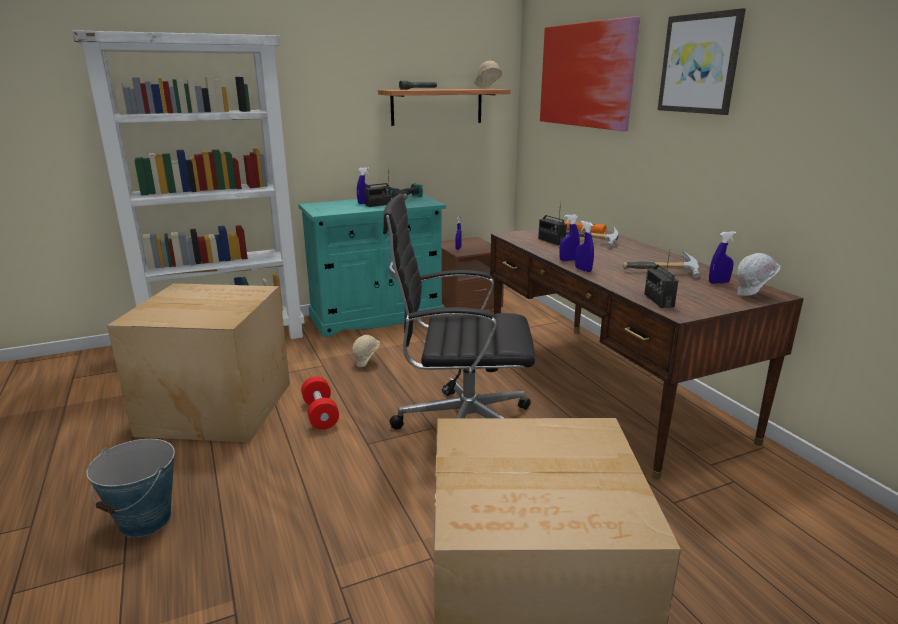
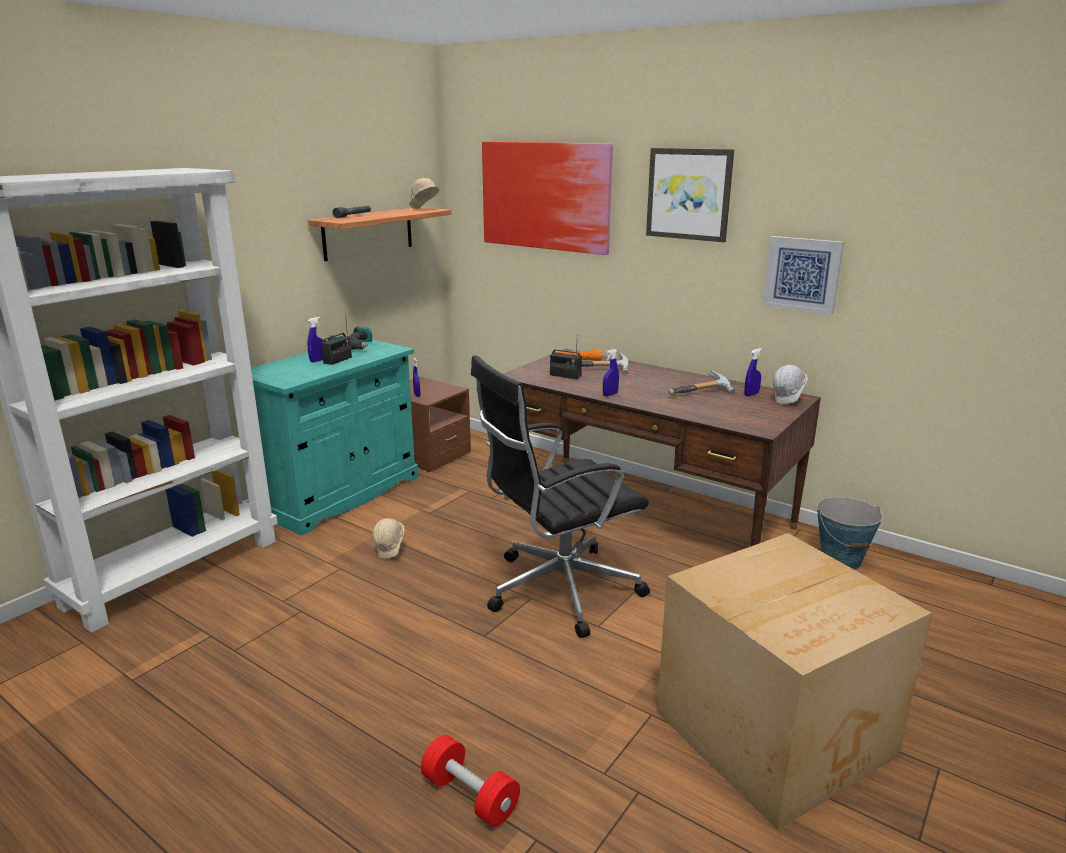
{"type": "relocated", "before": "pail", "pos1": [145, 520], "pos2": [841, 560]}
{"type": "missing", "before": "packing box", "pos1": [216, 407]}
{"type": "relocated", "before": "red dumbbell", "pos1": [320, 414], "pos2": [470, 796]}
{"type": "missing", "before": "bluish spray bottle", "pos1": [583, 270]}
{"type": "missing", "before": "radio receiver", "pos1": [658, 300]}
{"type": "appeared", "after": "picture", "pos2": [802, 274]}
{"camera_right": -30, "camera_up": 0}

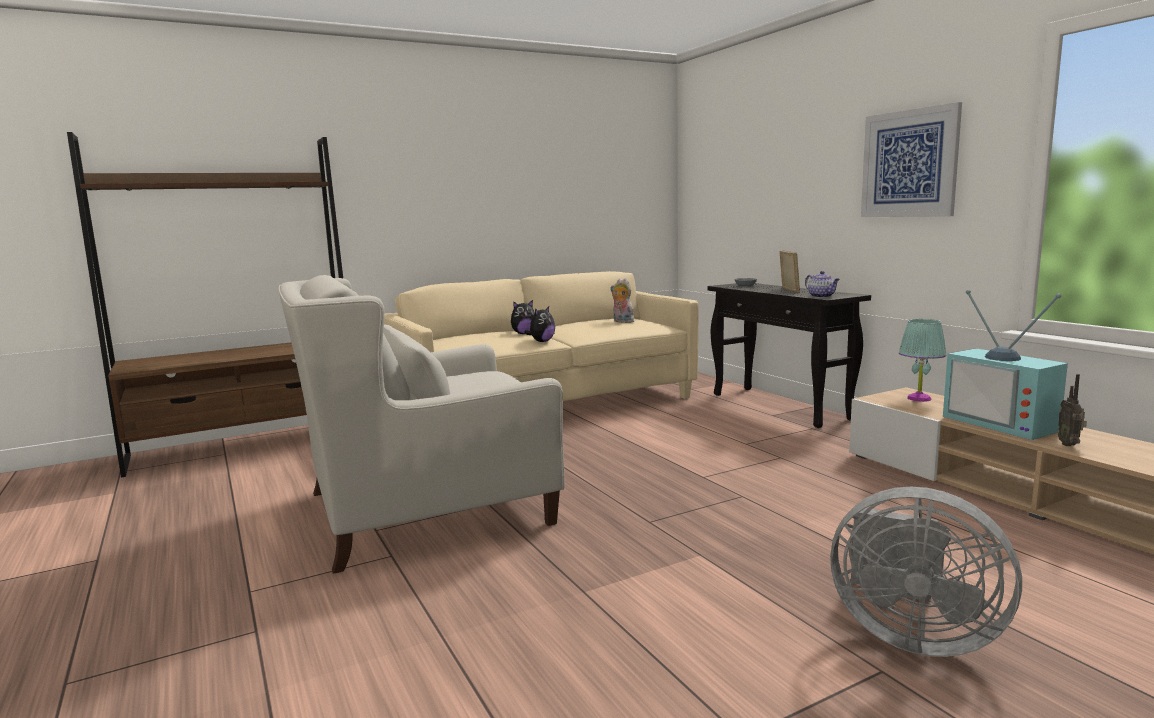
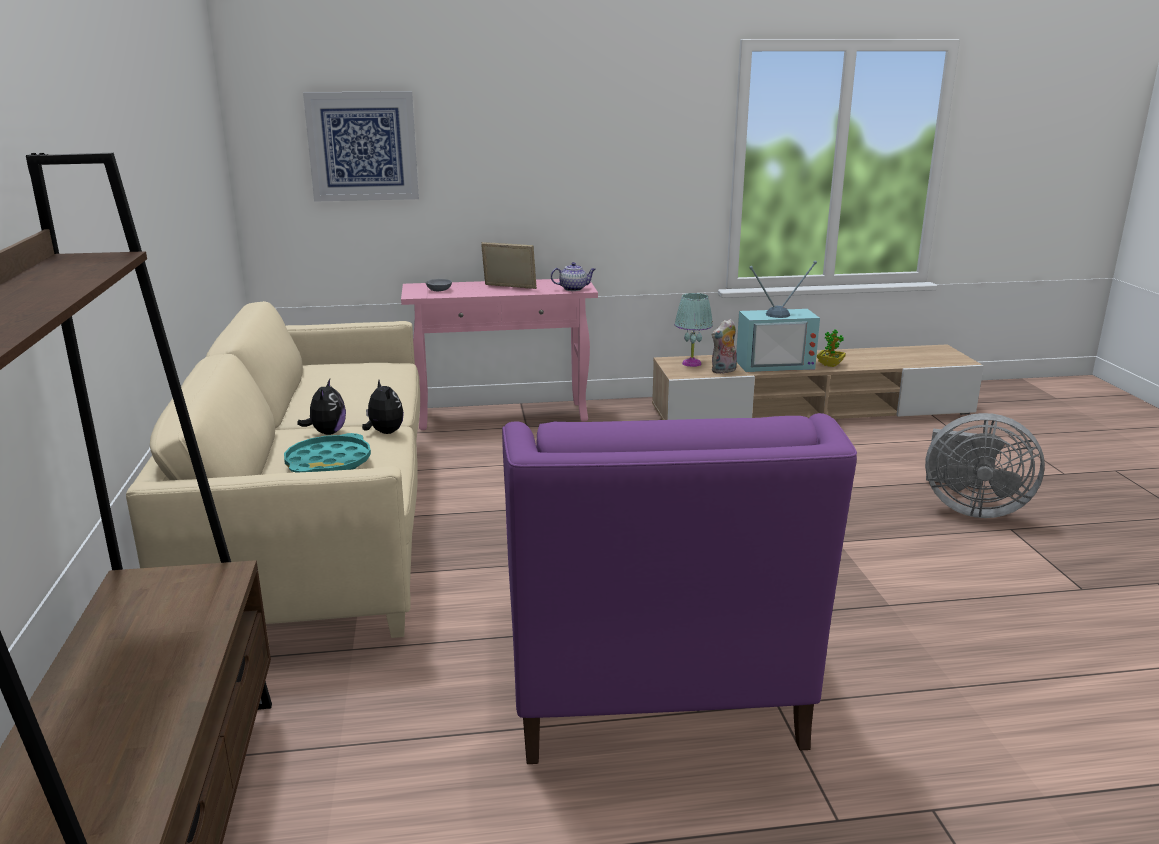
{"type": "colour", "before": "whitish armchair", "after": "purple armchair", "pos1": [428, 507], "pos2": [648, 665]}
{"type": "relocated", "before": "plush toy", "pos1": [622, 322], "pos2": [724, 371]}
{"type": "colour", "before": "black narrow table", "after": "pink-coloured narrow table", "pos1": [780, 406], "pos2": [504, 416]}
{"type": "spun", "before": "gray electric fan", "pos1": [910, 634], "pos2": [970, 508], "turn": 60}
{"type": "relocated", "before": "picture", "pos1": [909, 164], "pos2": [362, 146]}
{"type": "exchanged", "before": "radio receiver", "after": "houseplant", "pos1": [1069, 444], "pos2": [830, 365]}
{"type": "appeared", "after": "blue-green carrying tray", "pos2": [328, 463]}
{"camera_right": -70, "camera_up": 10}

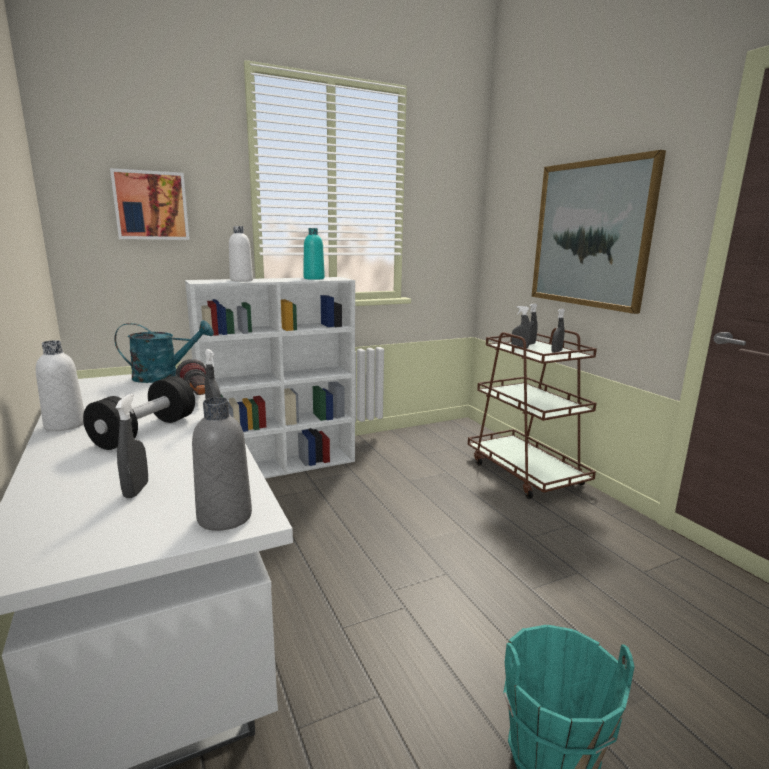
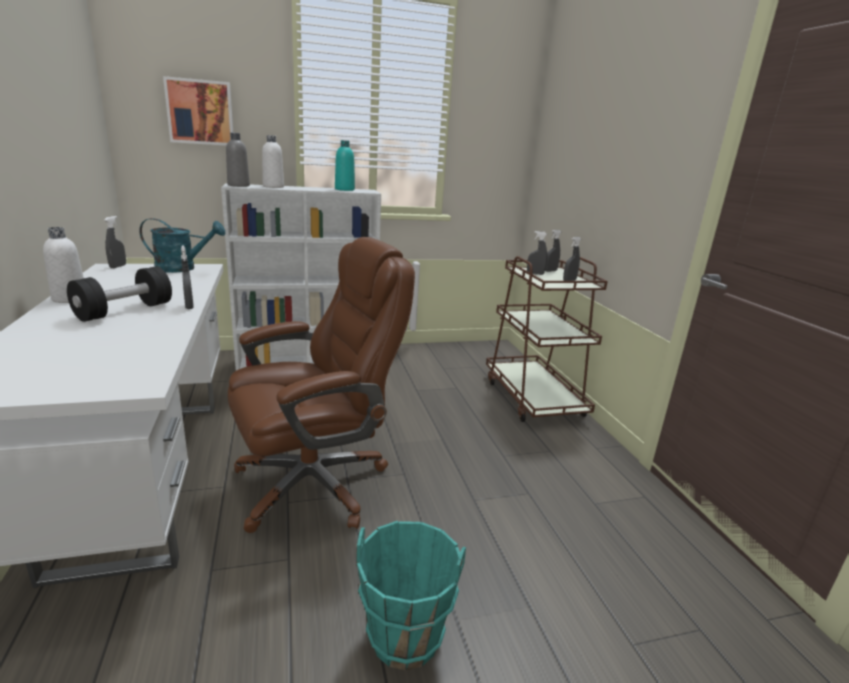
{"type": "relocated", "before": "gray spray bottle", "pos1": [136, 490], "pos2": [118, 266]}
{"type": "missing", "before": "flashlight", "pos1": [197, 397]}
{"type": "relocated", "before": "gray beverage bottle", "pos1": [224, 517], "pos2": [238, 185]}
{"type": "missing", "before": "picture", "pos1": [591, 234]}
{"type": "appeared", "after": "brownish desk chair", "pos2": [315, 483]}
{"camera_right": 10, "camera_up": 5}

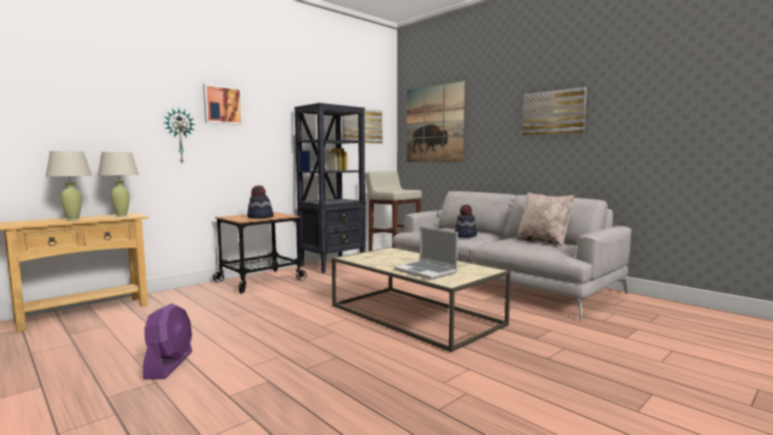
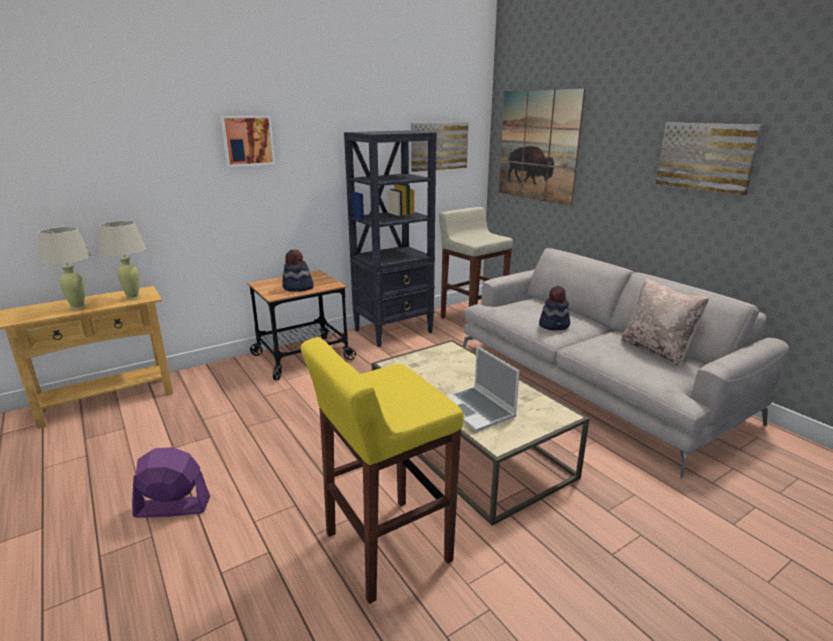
{"type": "spun", "before": "purple electric fan", "pos1": [169, 365], "pos2": [172, 507], "turn": -105}
{"type": "missing", "before": "wall clock", "pos1": [179, 136]}
{"type": "appeared", "after": "yellow-coloured stool seat", "pos2": [385, 548]}
{"camera_right": 10, "camera_up": 15}

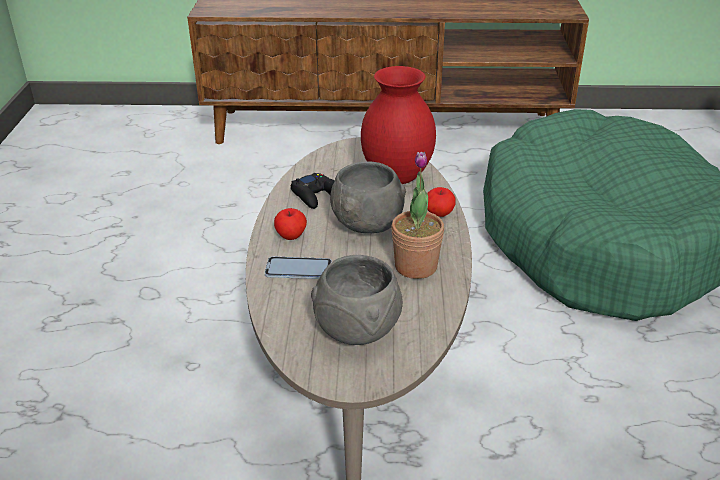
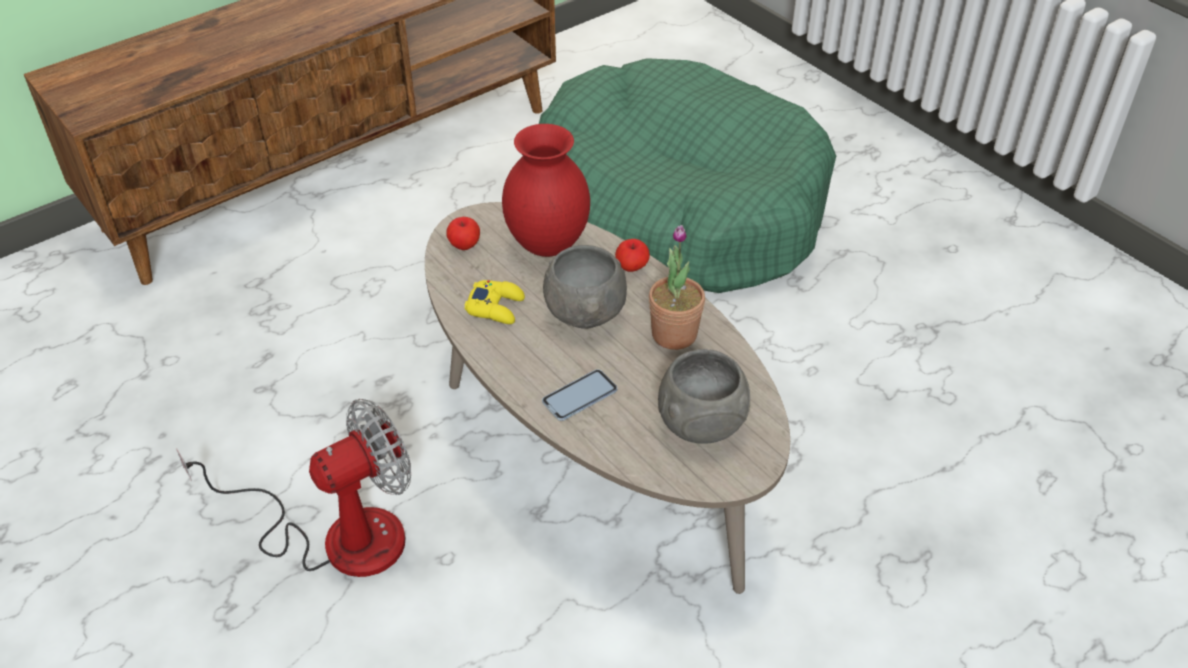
{"type": "relocated", "before": "apple", "pos1": [291, 236], "pos2": [464, 245]}
{"type": "colour", "before": "black gamepad", "after": "yellow-coloured gamepad", "pos1": [316, 195], "pos2": [496, 307]}
{"type": "appeared", "after": "electric fan", "pos2": [337, 535]}
{"camera_right": -40, "camera_up": 10}

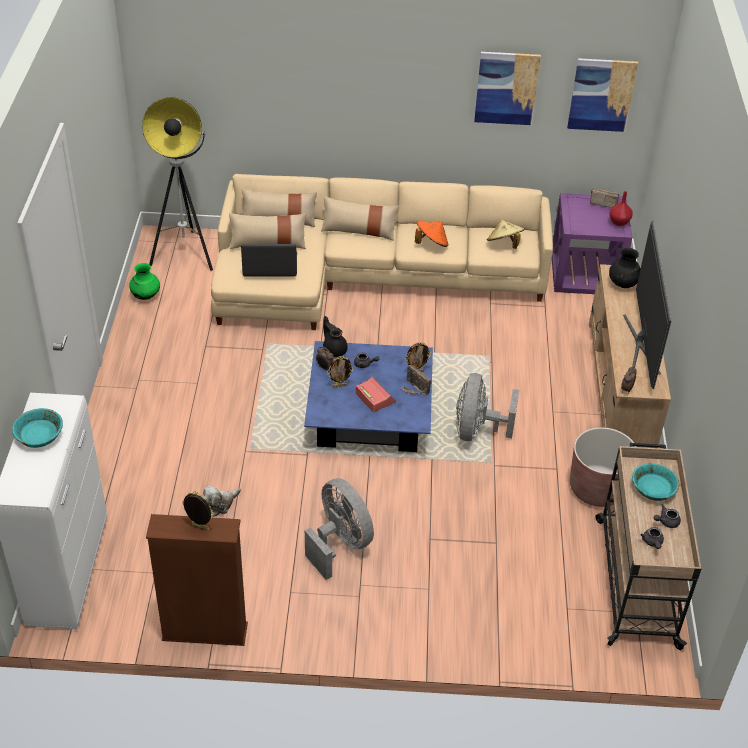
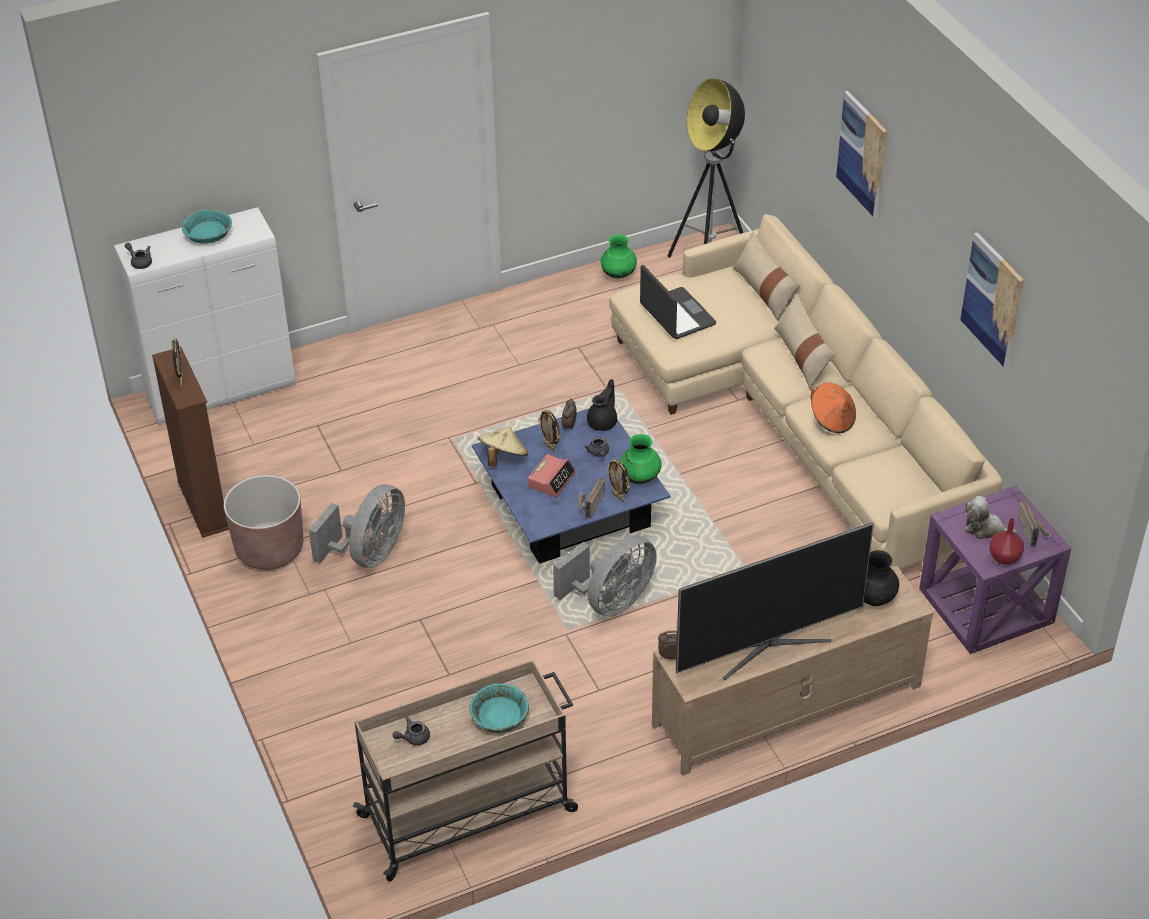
{"type": "relocated", "before": "plush toy", "pos1": [220, 504], "pos2": [985, 529]}
{"type": "missing", "before": "beige cushion", "pos1": [268, 243]}
{"type": "spun", "before": "gray electric fan", "pos1": [477, 430], "pos2": [611, 601], "turn": 150}
{"type": "relocated", "before": "beige clothing hat", "pos1": [504, 244], "pos2": [503, 457]}
{"type": "relocated", "before": "picture", "pos1": [601, 94], "pos2": [862, 154]}
{"type": "relocated", "before": "brownish planter", "pos1": [597, 488], "pos2": [269, 549]}
{"type": "relocated", "before": "gray teapot", "pos1": [666, 521], "pos2": [140, 262]}
{"type": "appeared", "after": "green-coloured vase", "pos2": [640, 478]}
{"camera_right": 65, "camera_up": 0}

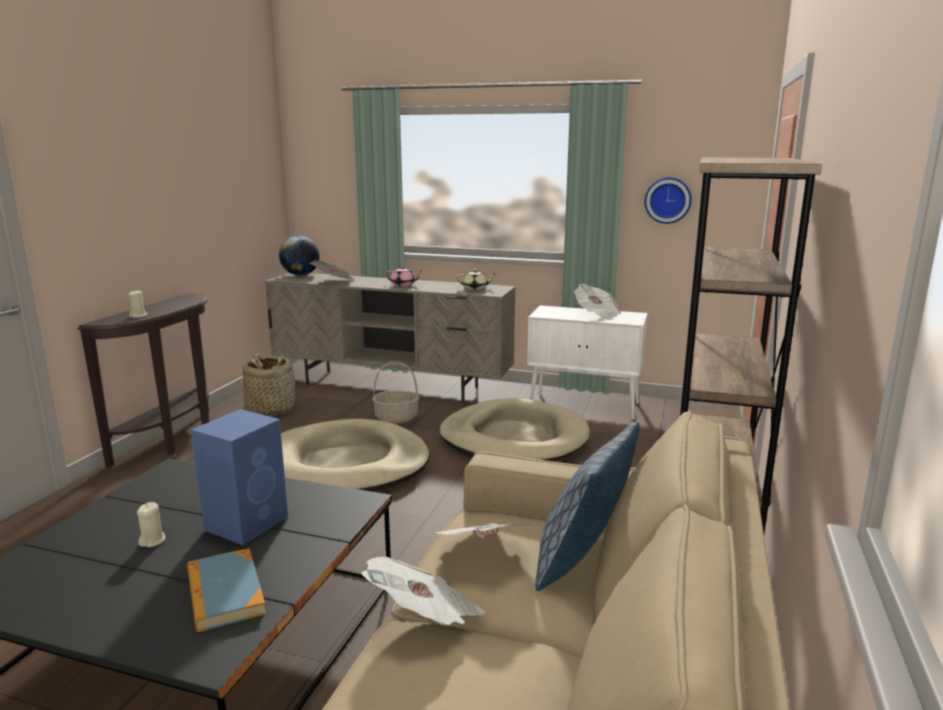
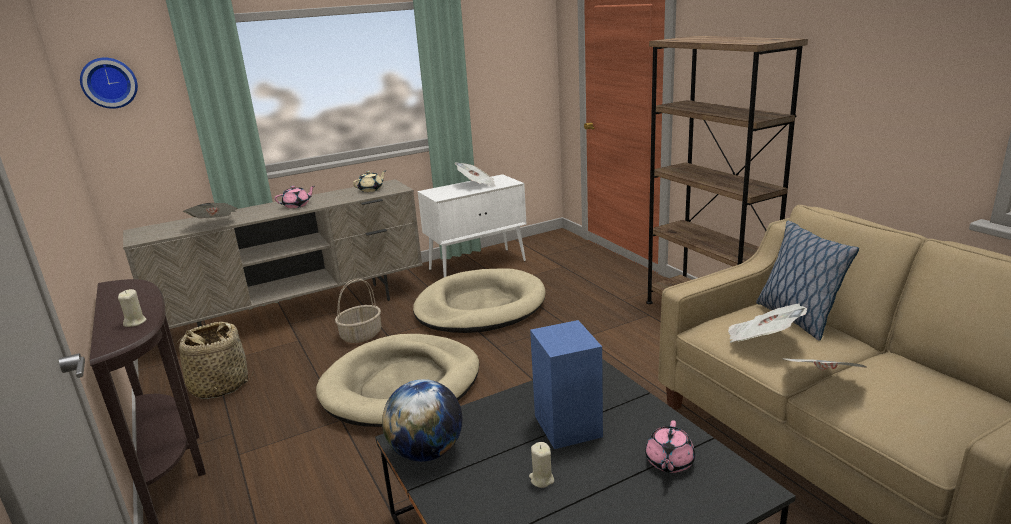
{"type": "exchanged", "before": "book", "after": "pink-coloured teapot", "pos1": [225, 592], "pos2": [669, 462]}
{"type": "relocated", "before": "globe", "pos1": [300, 275], "pos2": [427, 452]}
{"type": "relocated", "before": "wall clock", "pos1": [668, 200], "pos2": [109, 82]}
{"camera_right": -45, "camera_up": 5}

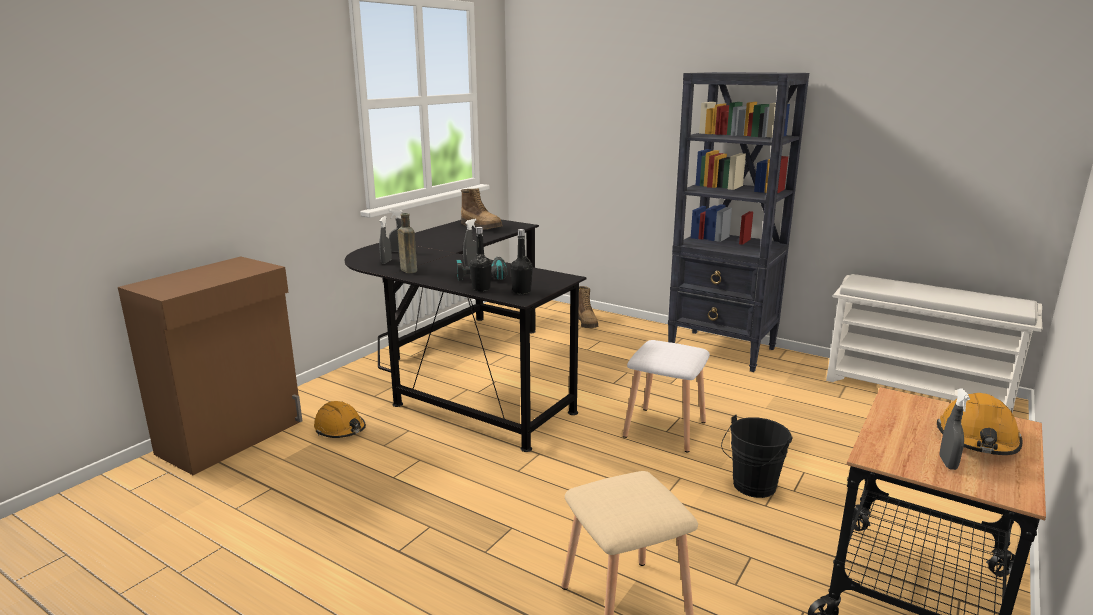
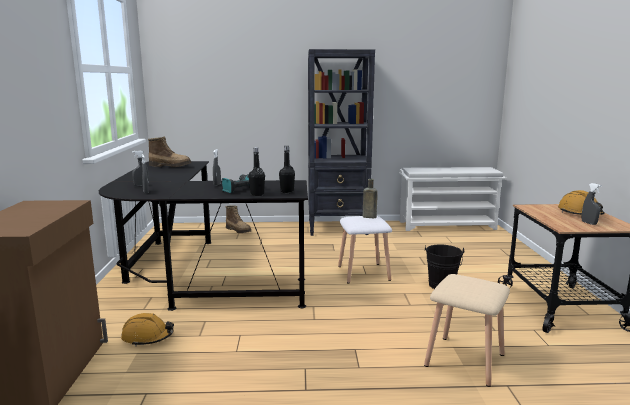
{"type": "relocated", "before": "brownish beverage bottle", "pos1": [408, 270], "pos2": [368, 217]}
{"camera_right": -35, "camera_up": -5}

